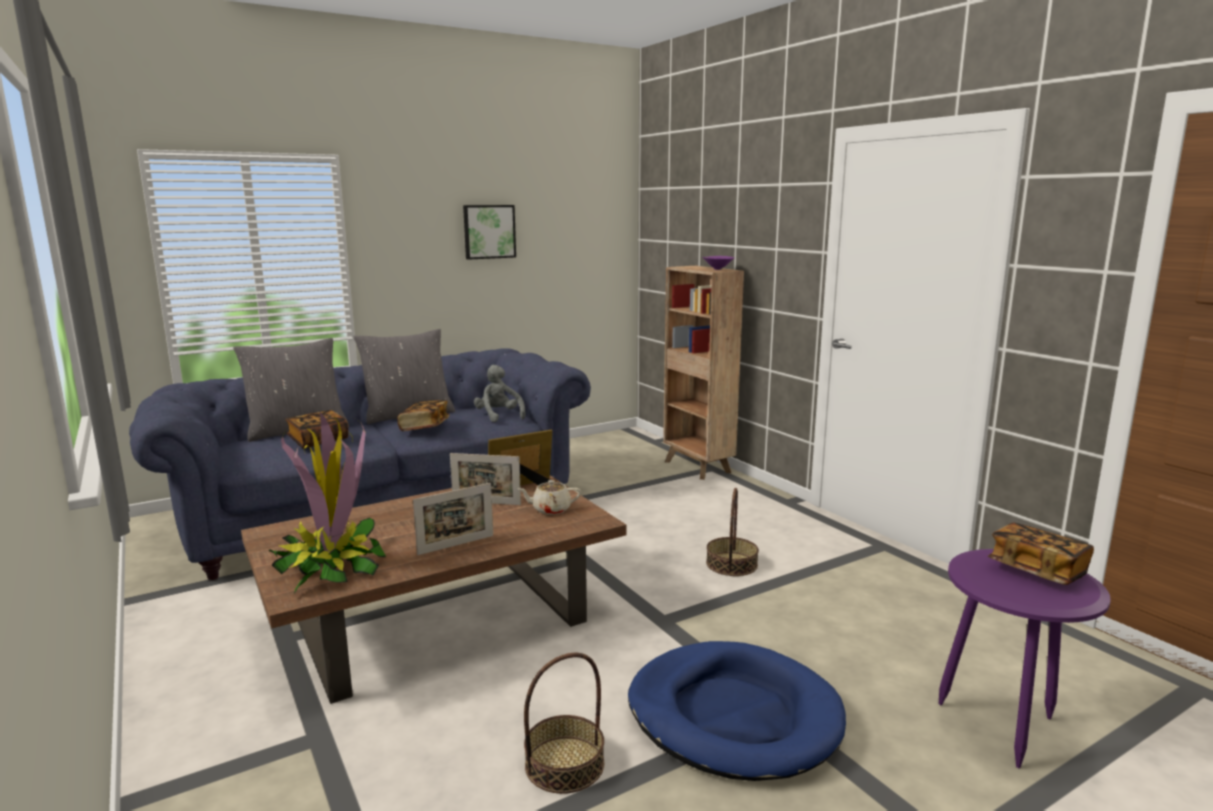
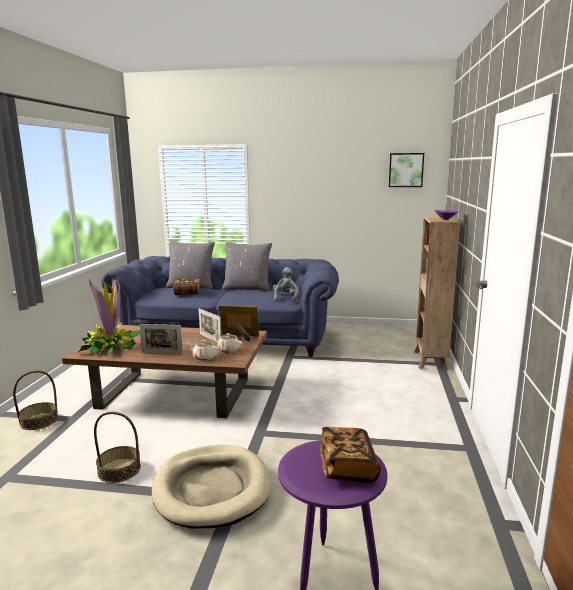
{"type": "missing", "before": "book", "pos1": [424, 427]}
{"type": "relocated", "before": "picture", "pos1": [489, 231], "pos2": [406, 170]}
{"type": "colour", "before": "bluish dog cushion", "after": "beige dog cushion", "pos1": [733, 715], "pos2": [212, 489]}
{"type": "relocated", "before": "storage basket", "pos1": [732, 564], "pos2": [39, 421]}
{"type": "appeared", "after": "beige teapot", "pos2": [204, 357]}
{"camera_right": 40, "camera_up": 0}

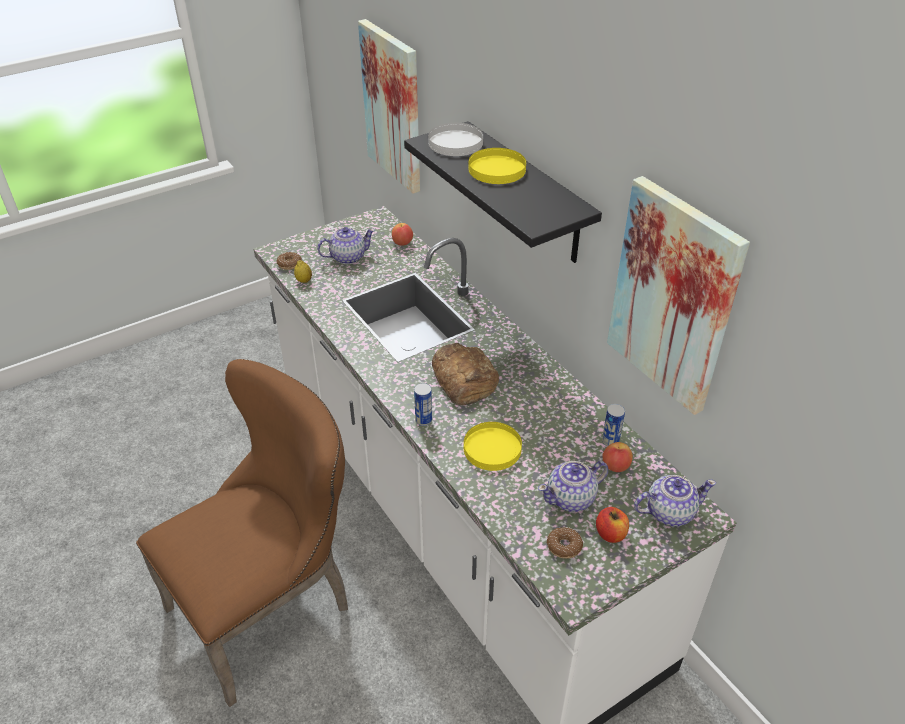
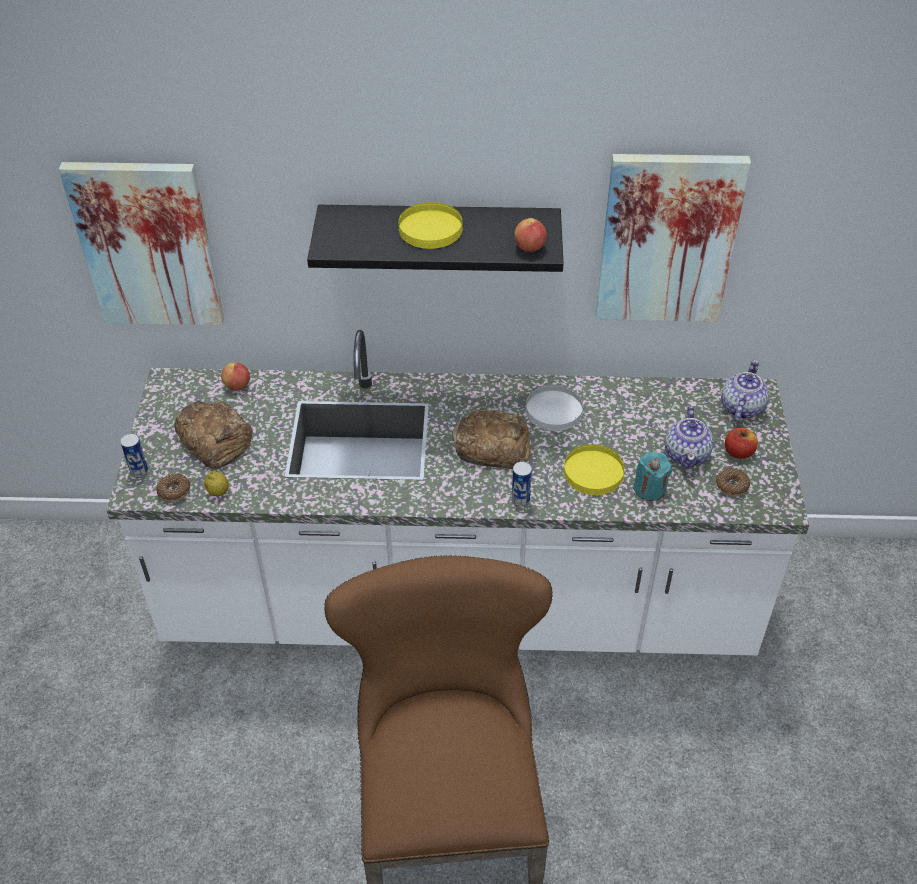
{"type": "exchanged", "before": "teapot", "after": "bread", "pos1": [347, 257], "pos2": [214, 439]}
{"type": "relocated", "before": "whitish dinner plate", "pos1": [456, 143], "pos2": [554, 410]}
{"type": "relocated", "before": "can", "pos1": [610, 441], "pos2": [139, 471]}
{"type": "relocated", "before": "apple", "pos1": [615, 466], "pos2": [529, 248]}
{"type": "appeared", "after": "blue-green candle", "pos2": [649, 489]}
{"camera_right": -55, "camera_up": 5}

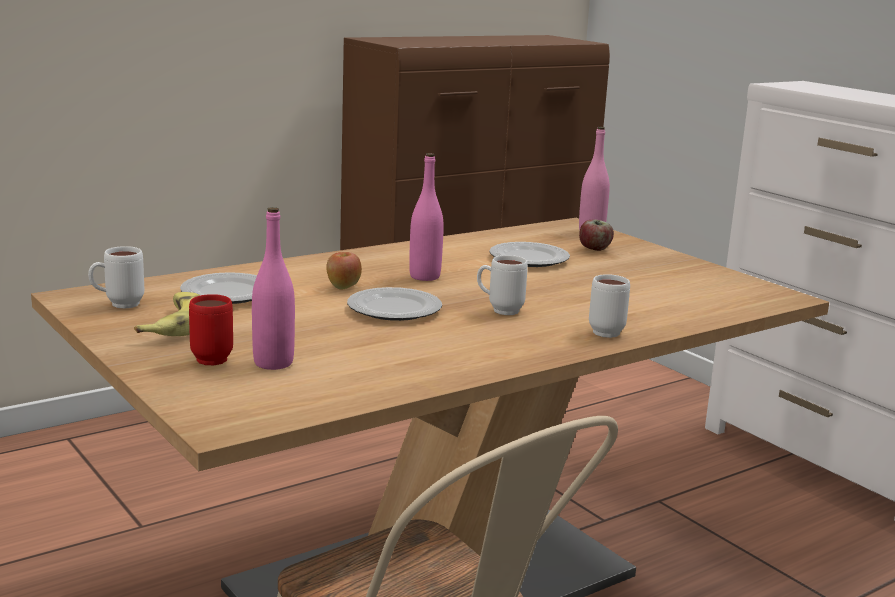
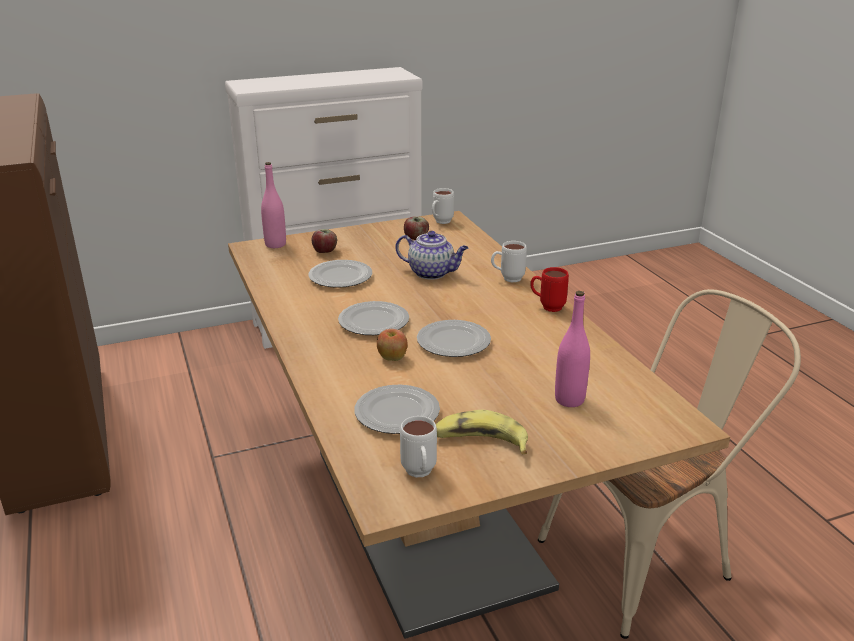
{"type": "relocated", "before": "red tea mug", "pos1": [214, 357], "pos2": [547, 307]}
{"type": "exchanged", "before": "pink-coloured beverage bottle", "after": "dinner plate", "pos1": [424, 276], "pos2": [374, 322]}
{"type": "relocated", "before": "whitish tea mug", "pos1": [499, 310], "pos2": [440, 222]}
{"type": "appeared", "after": "teapot", "pos2": [432, 273]}
{"type": "appeared", "after": "apple", "pos2": [416, 238]}
{"camera_right": -75, "camera_up": 10}

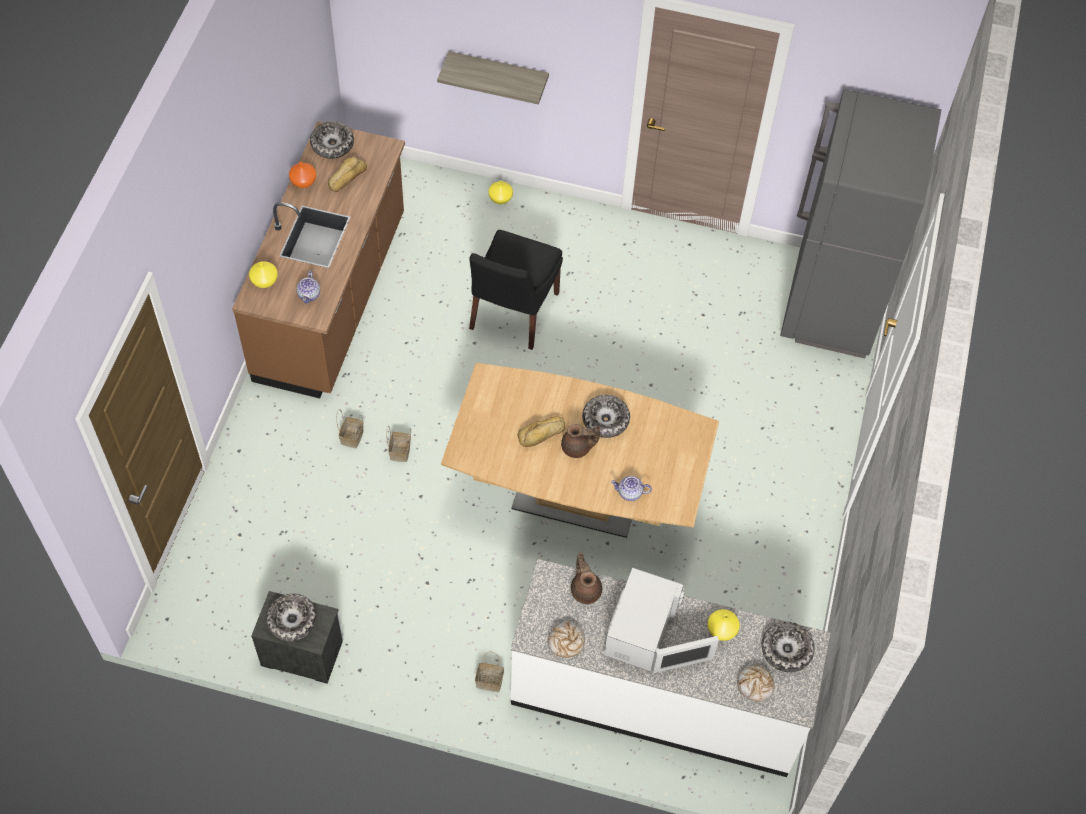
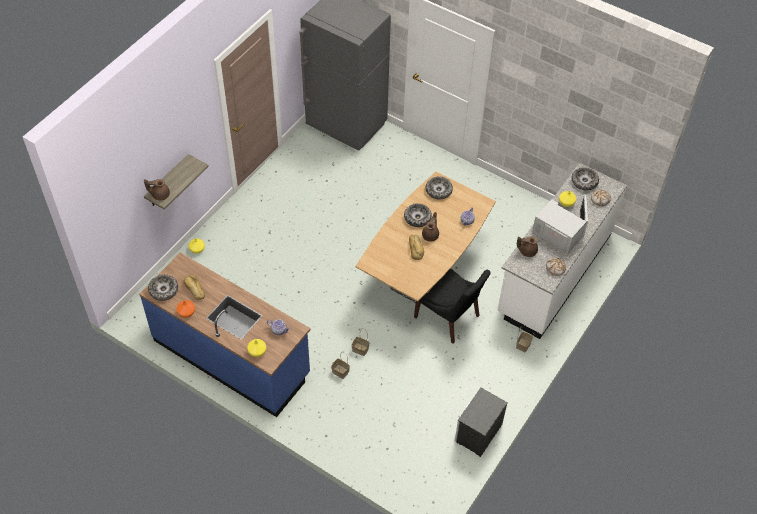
{"type": "colour", "before": "brownish kitchen base unit", "after": "bluish kitchen base unit", "pos1": [332, 298], "pos2": [232, 357]}
{"type": "relocated", "before": "serving bowl", "pos1": [292, 620], "pos2": [438, 190]}
{"type": "relocated", "before": "black plain chair", "pos1": [512, 313], "pos2": [448, 318]}
{"type": "appeared", "after": "brownish teapot", "pos2": [160, 195]}
{"camera_right": -70, "camera_up": -5}

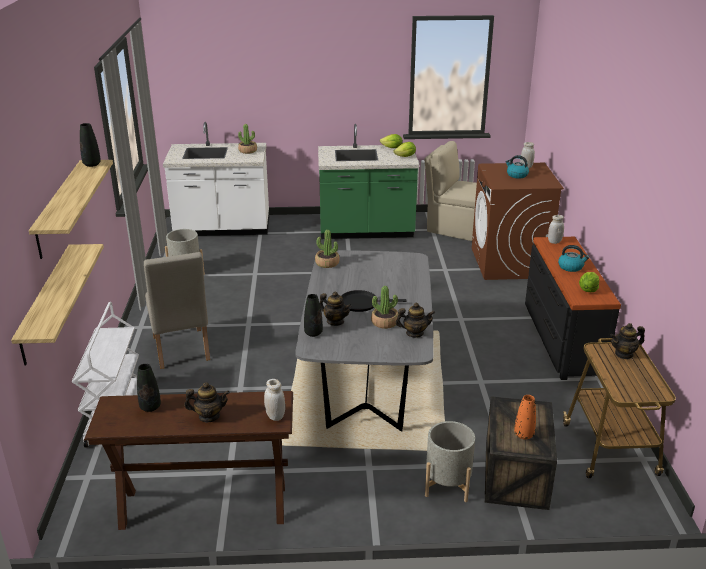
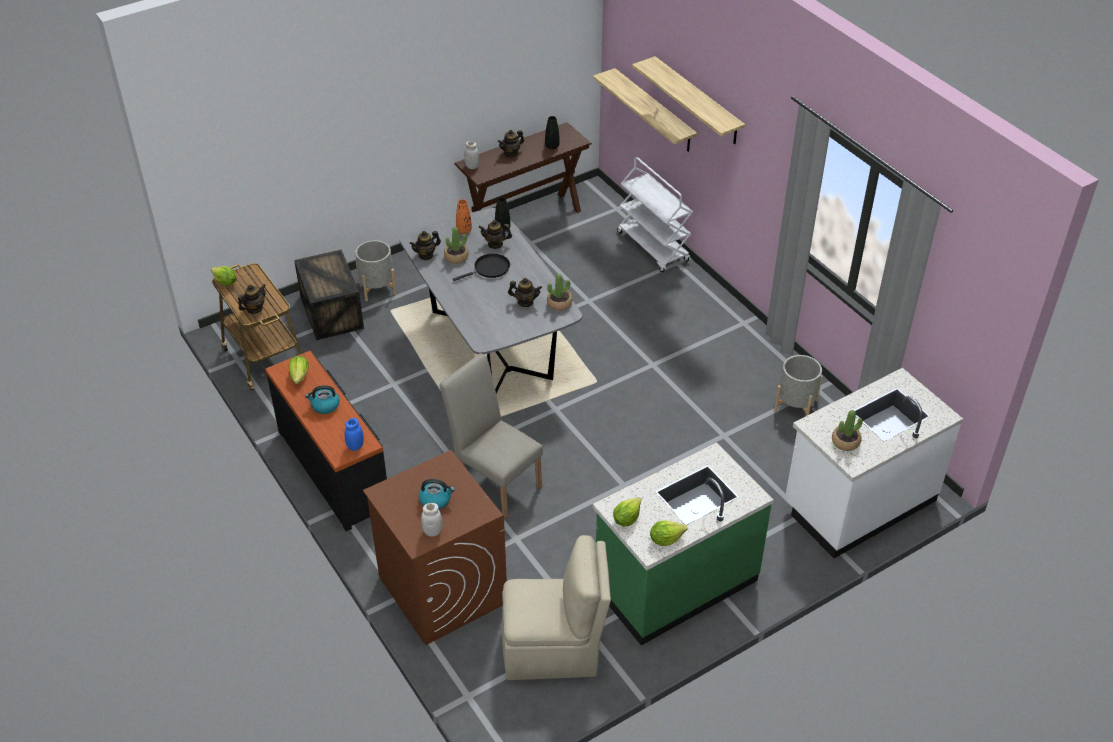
{"type": "missing", "before": "black vase", "pos1": [92, 164]}
{"type": "relocated", "before": "beige plain chair", "pos1": [181, 352], "pos2": [495, 482]}
{"type": "relocated", "before": "orange vase", "pos1": [523, 435], "pos2": [464, 230]}
{"type": "colour", "before": "whitish preserve jar", "after": "bluish preserve jar", "pos1": [554, 241], "pos2": [355, 446]}
{"type": "appeared", "after": "lettuce", "pos2": [225, 282]}
{"type": "appeared", "after": "teapot", "pos2": [525, 302]}
{"camera_right": 150, "camera_up": 15}

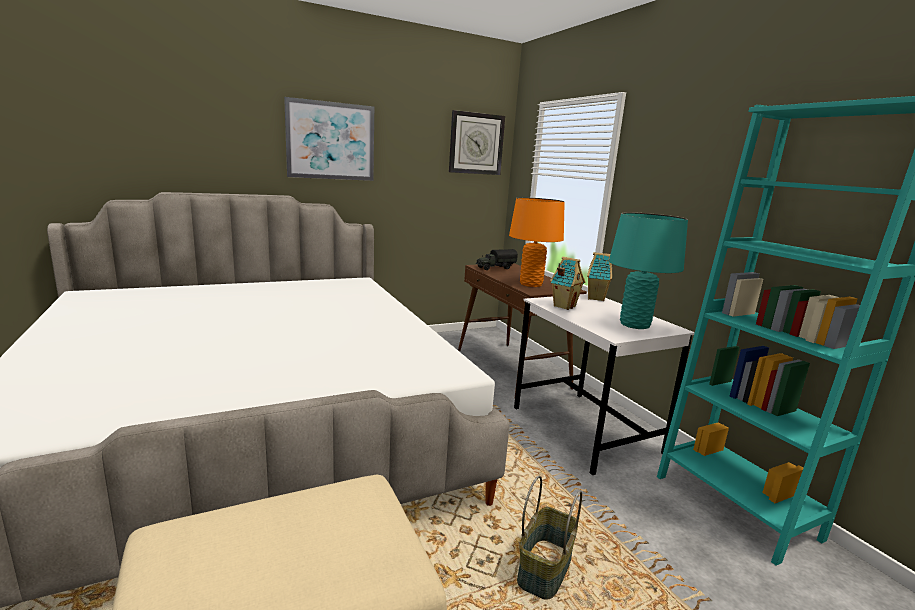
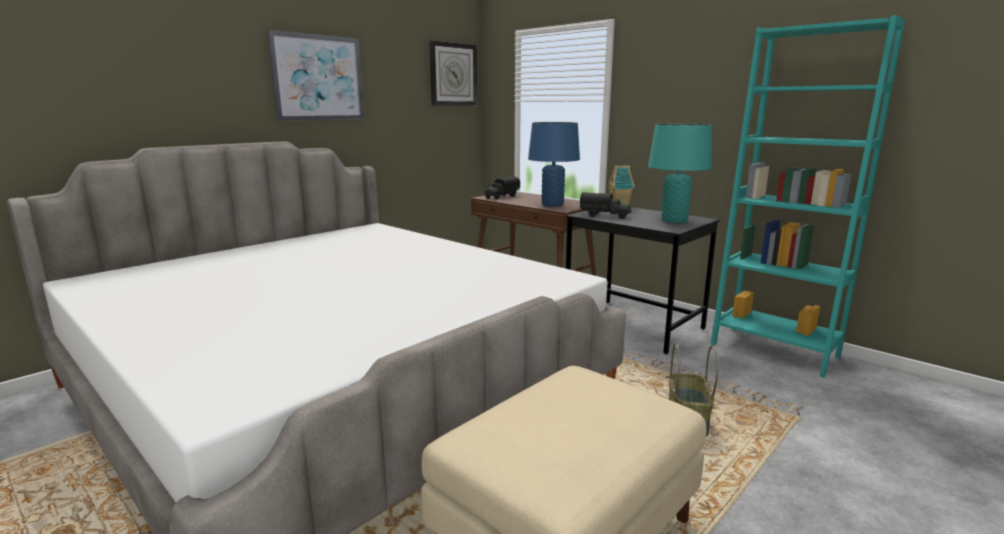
{"type": "colour", "before": "orange lamp for a table", "after": "bluish lamp for a table", "pos1": [531, 284], "pos2": [552, 205]}
{"type": "colour", "before": "whitish desk unit", "after": "black desk unit", "pos1": [585, 430], "pos2": [634, 325]}
{"type": "exchanged", "before": "model house", "after": "toy lorry", "pos1": [564, 306], "pos2": [605, 216]}
{"camera_right": -20, "camera_up": 0}

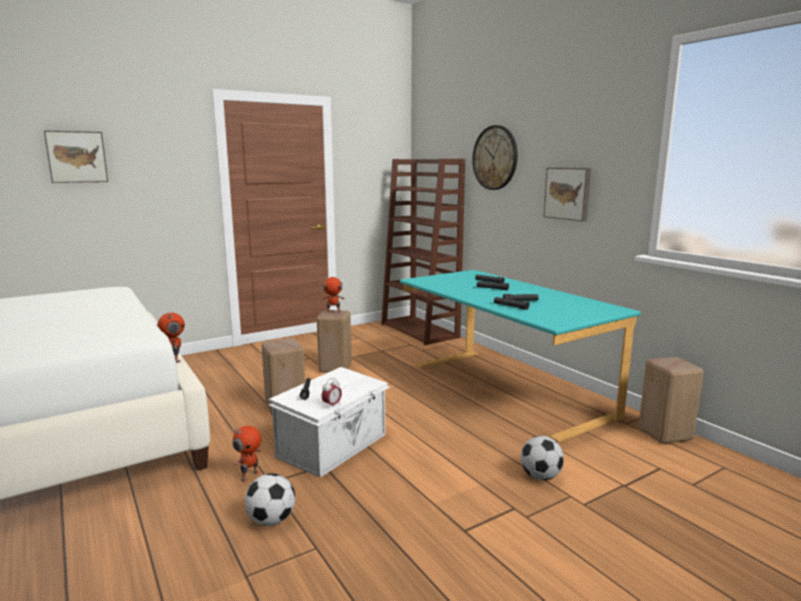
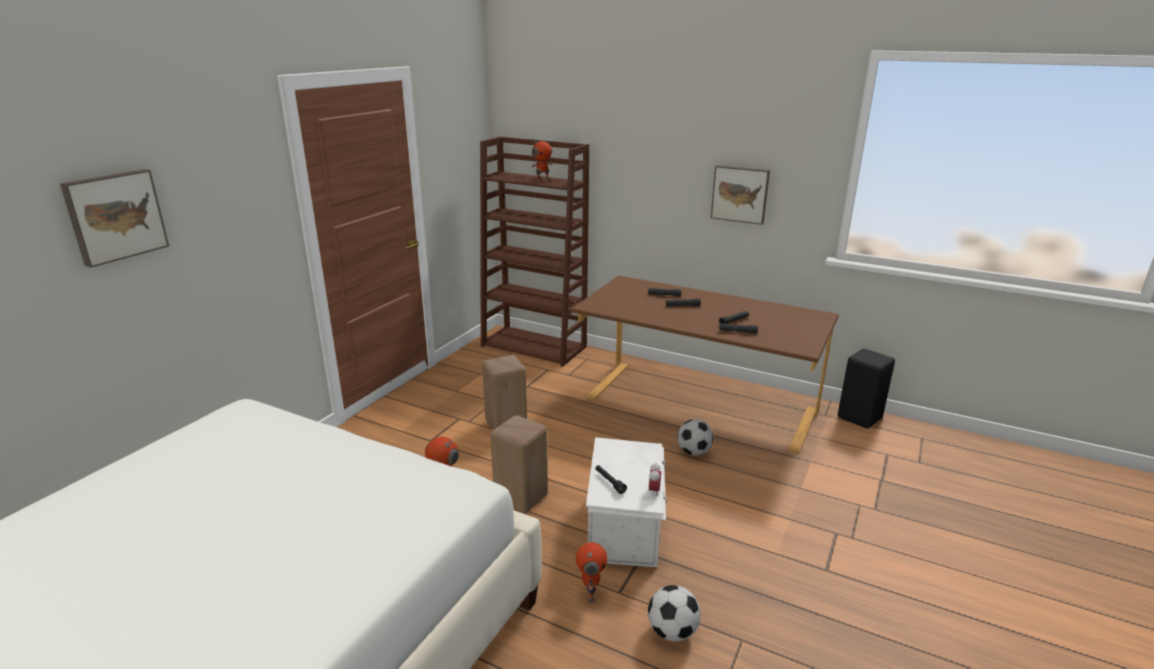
{"type": "relocated", "before": "robot figure", "pos1": [333, 312], "pos2": [542, 180]}
{"type": "colour", "before": "blue-green desk unit", "after": "brownish desk unit", "pos1": [502, 389], "pos2": [696, 406]}
{"type": "missing", "before": "wall clock", "pos1": [495, 158]}
{"type": "relocated", "before": "football ball", "pos1": [540, 476], "pos2": [693, 452]}
{"type": "colour", "before": "beige stool seat", "after": "black stool seat", "pos1": [666, 434], "pos2": [861, 417]}
{"camera_right": -30, "camera_up": 10}

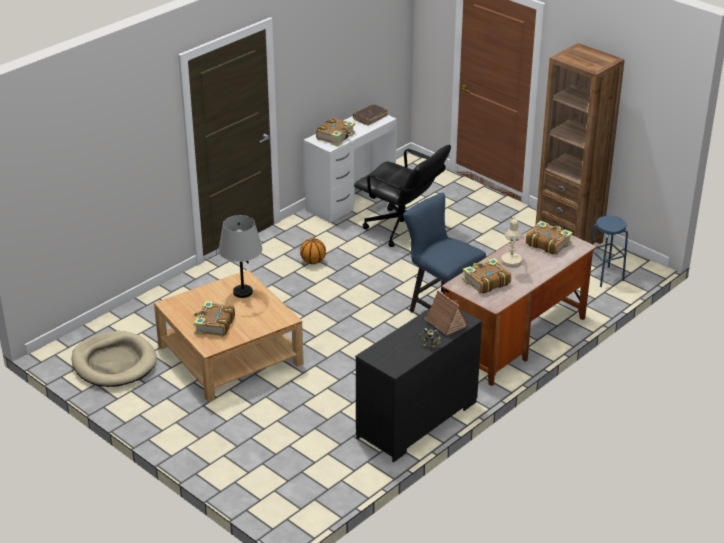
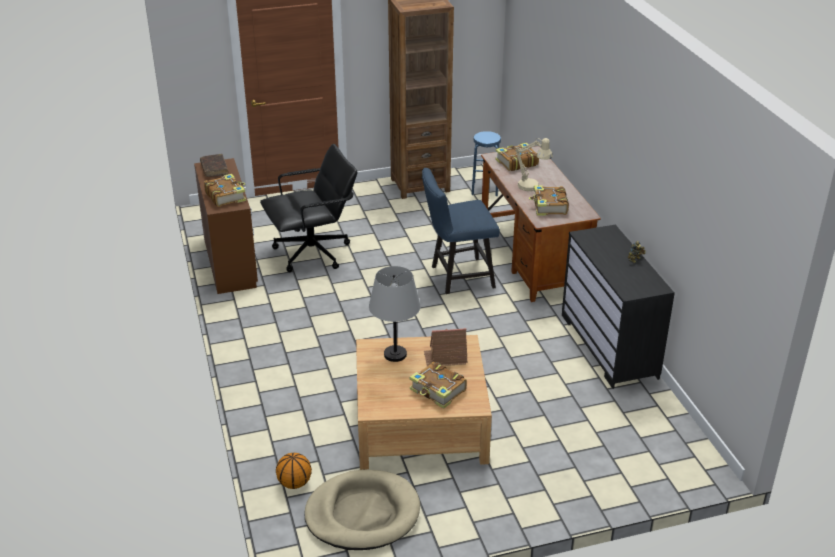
{"type": "relocated", "before": "basketball", "pos1": [312, 262], "pos2": [294, 483]}
{"type": "colour", "before": "whitish desk unit", "after": "brownish desk unit", "pos1": [350, 198], "pos2": [229, 262]}
{"type": "relocated", "before": "model house", "pos1": [445, 323], "pos2": [445, 357]}
{"camera_right": -60, "camera_up": 0}

